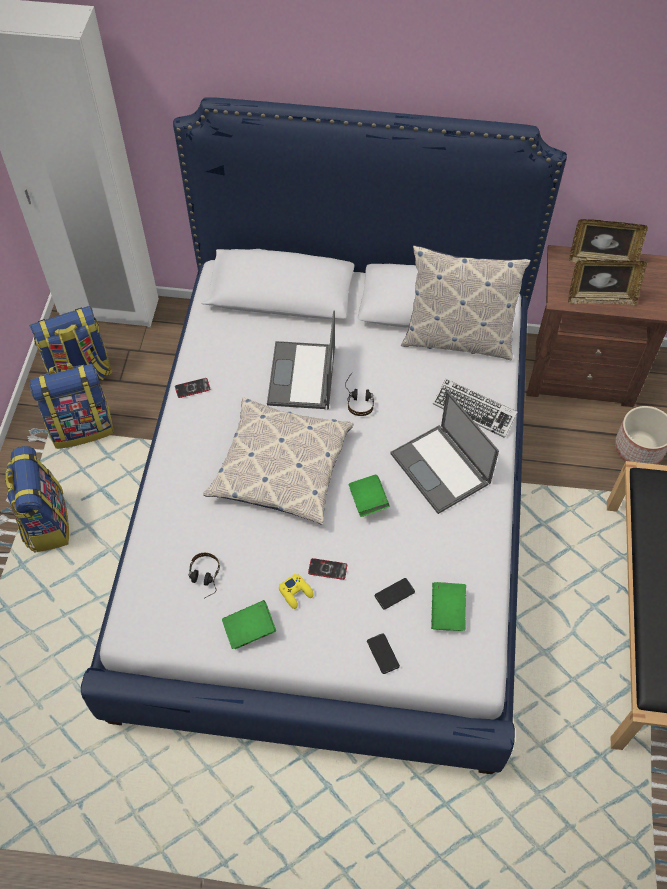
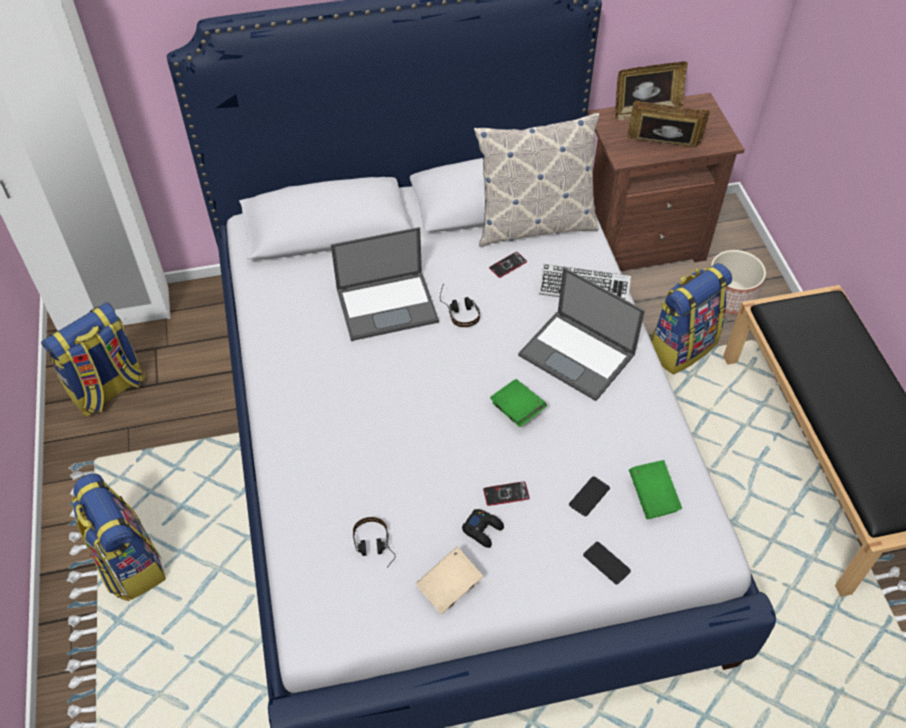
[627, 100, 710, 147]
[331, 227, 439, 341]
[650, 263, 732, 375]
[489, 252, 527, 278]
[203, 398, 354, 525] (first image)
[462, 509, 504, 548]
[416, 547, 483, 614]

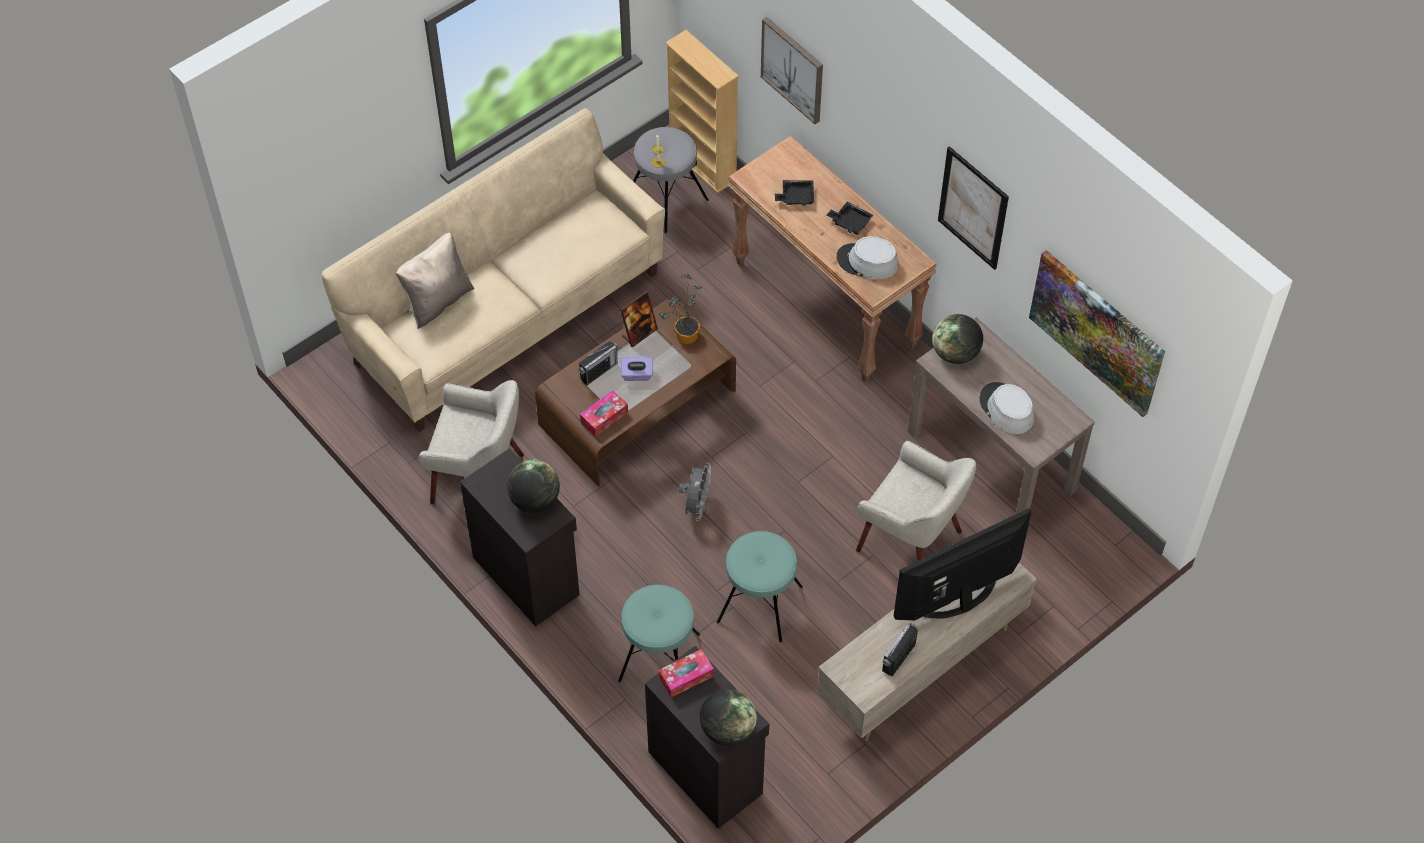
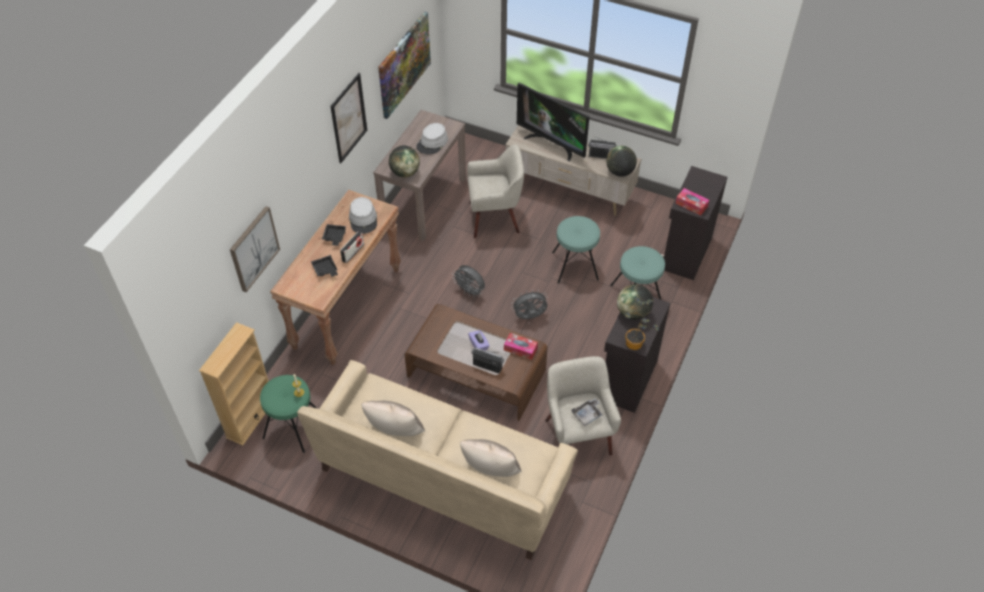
[260, 375, 317, 453]
[625, 298, 660, 350]
[620, 291, 658, 348] (first image)
[467, 144, 524, 238]
[606, 146, 637, 177]
[340, 231, 364, 263]
[452, 265, 485, 298]
[572, 398, 603, 426]
[361, 401, 425, 436]

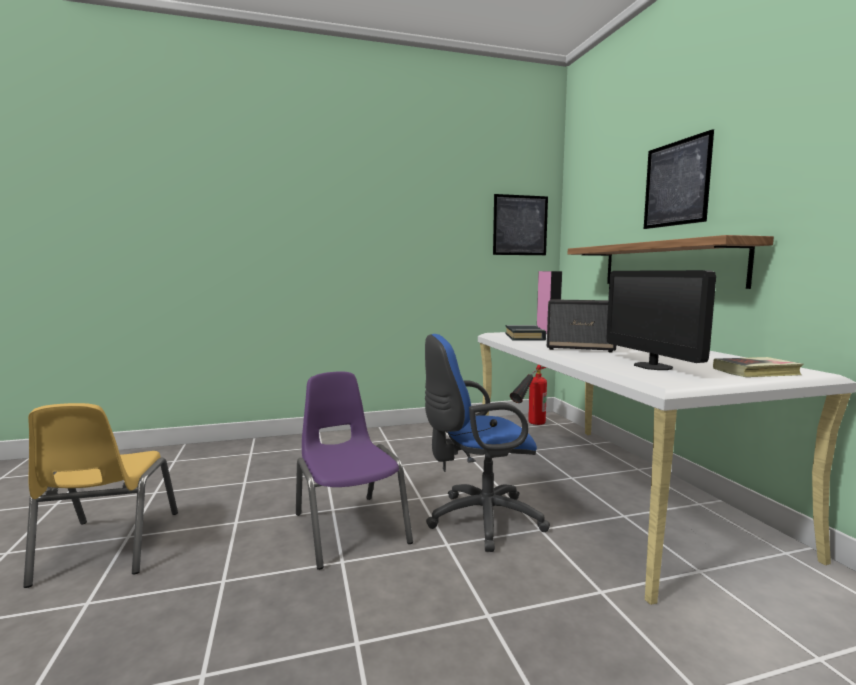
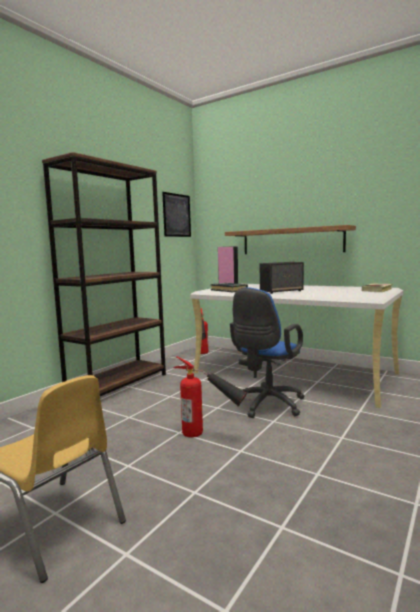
[644, 129, 714, 229] (first image)
[607, 270, 716, 370] (first image)
[174, 356, 247, 438]
[42, 152, 166, 396]

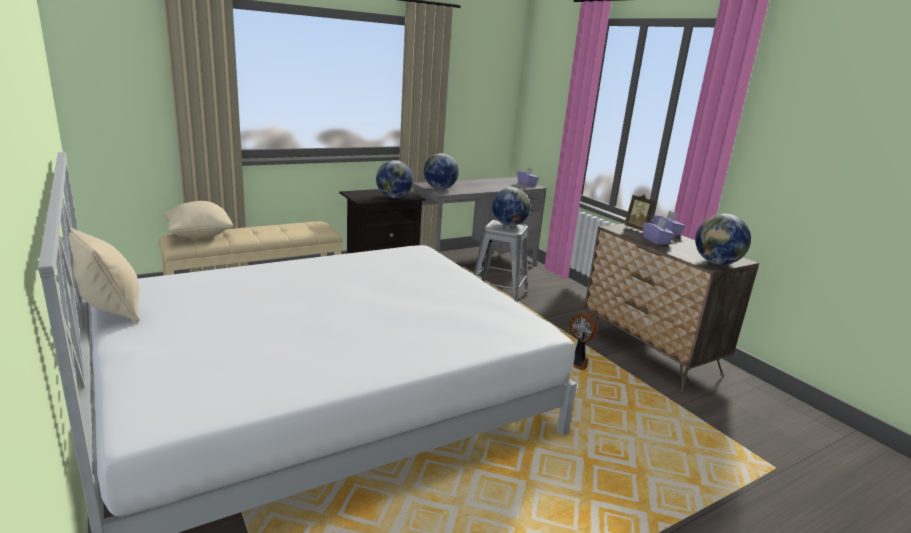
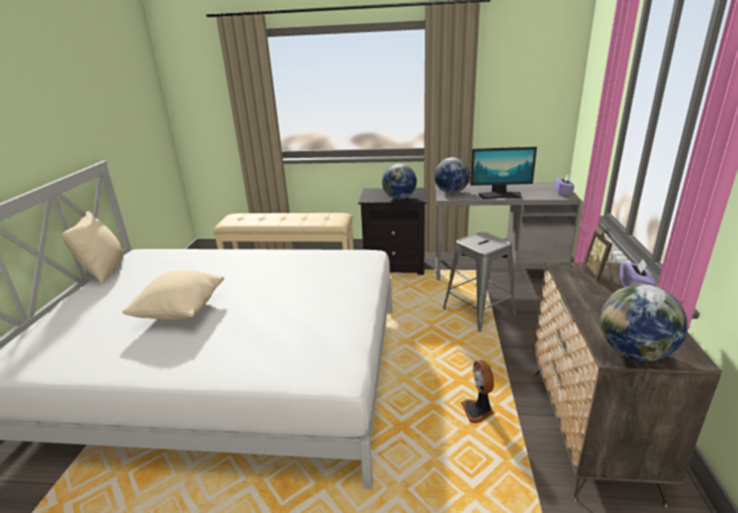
[492, 187, 530, 226] (first image)
[122, 270, 224, 320]
[643, 218, 675, 245] (first image)
[470, 147, 537, 199]

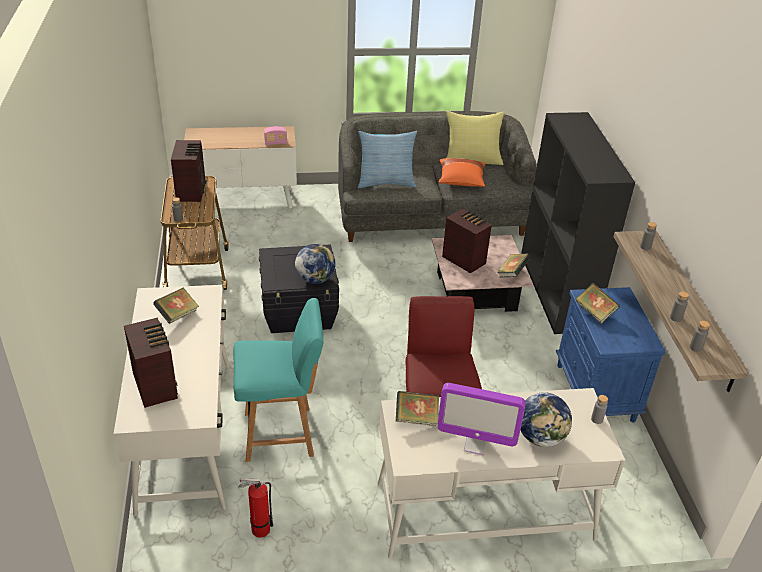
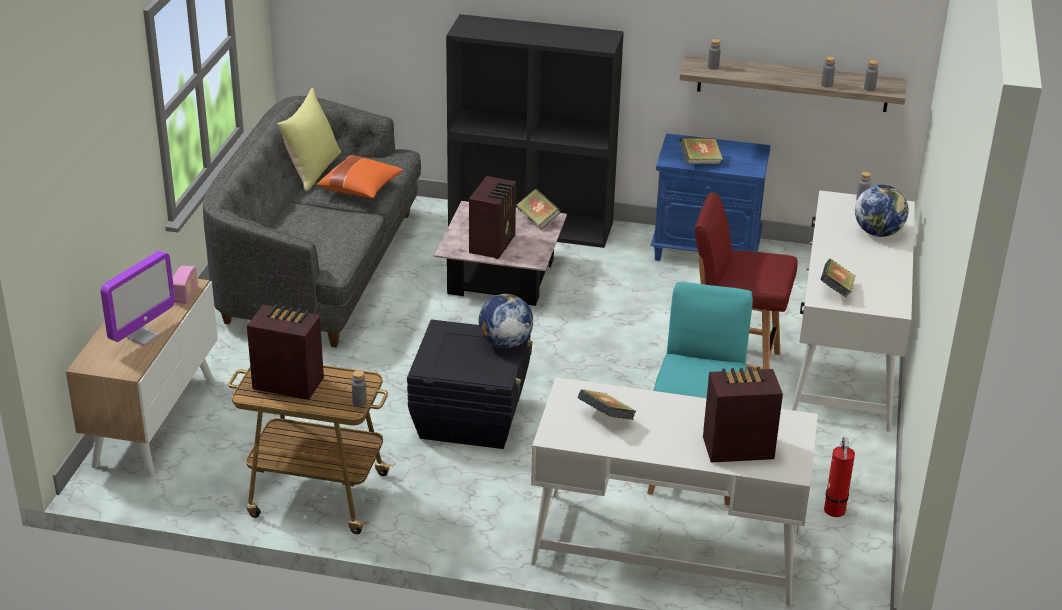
[358, 131, 417, 188] (first image)
[469, 176, 516, 259]
[101, 251, 175, 345]

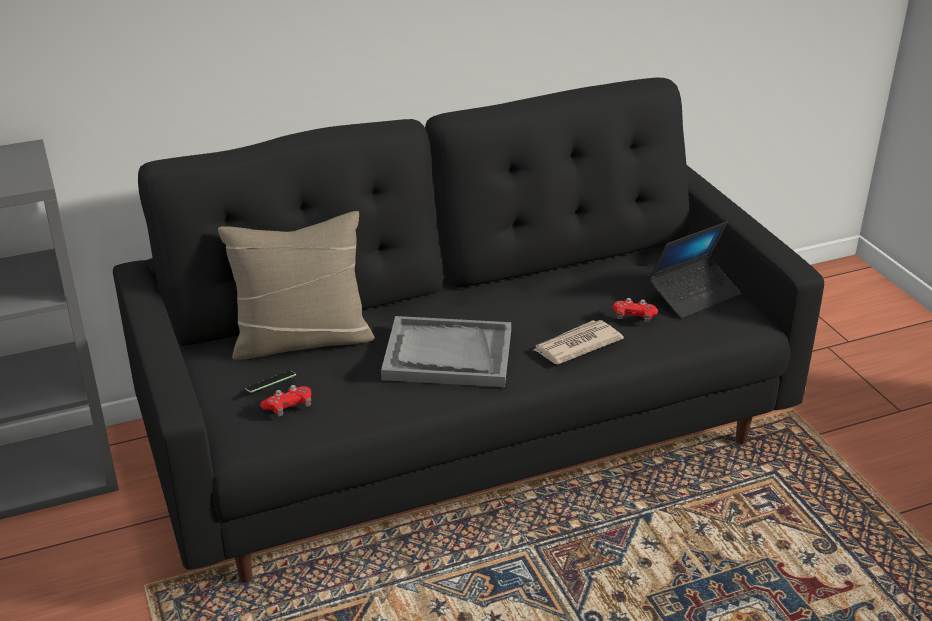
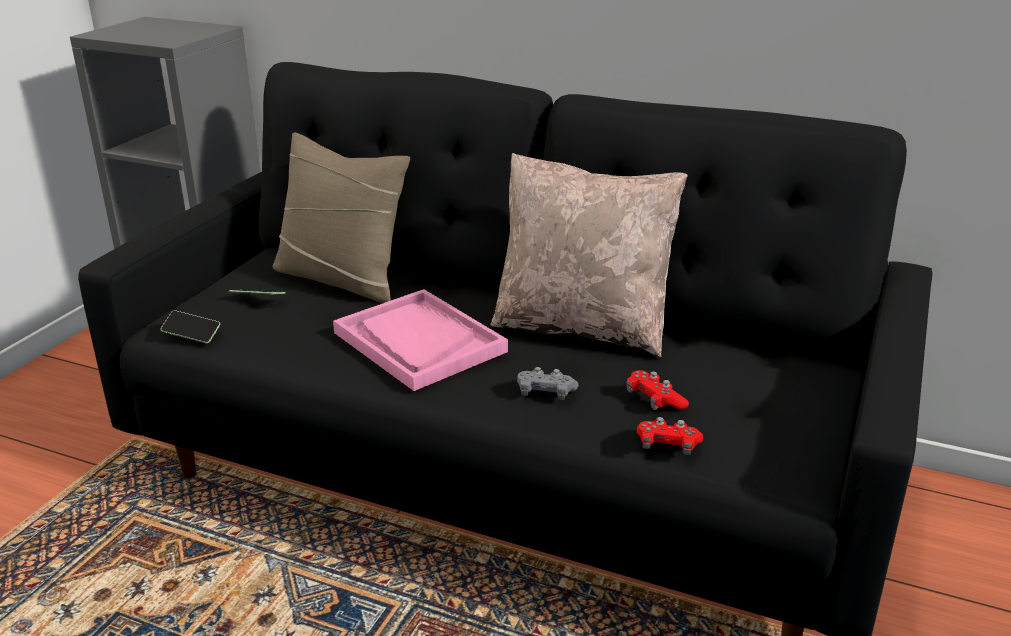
[649, 222, 741, 319] (first image)
[333, 289, 508, 391]
[517, 367, 578, 400]
[637, 417, 703, 455]
[490, 153, 688, 357]
[160, 310, 220, 343]

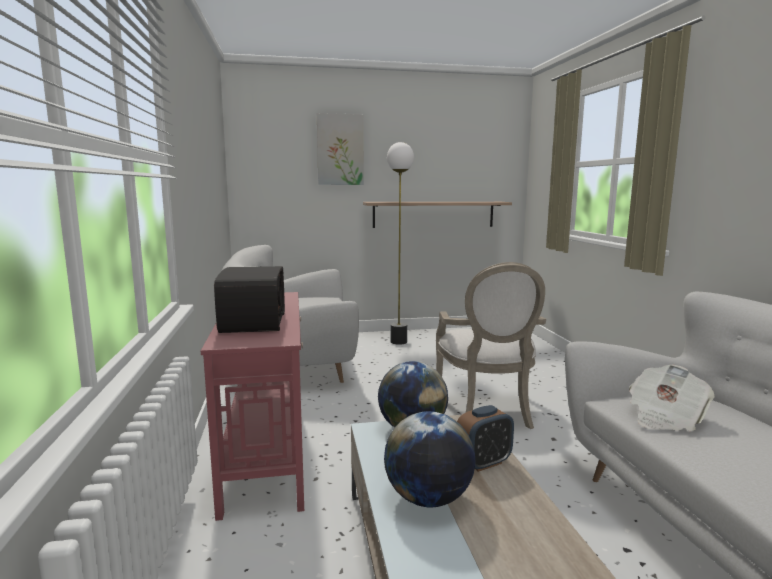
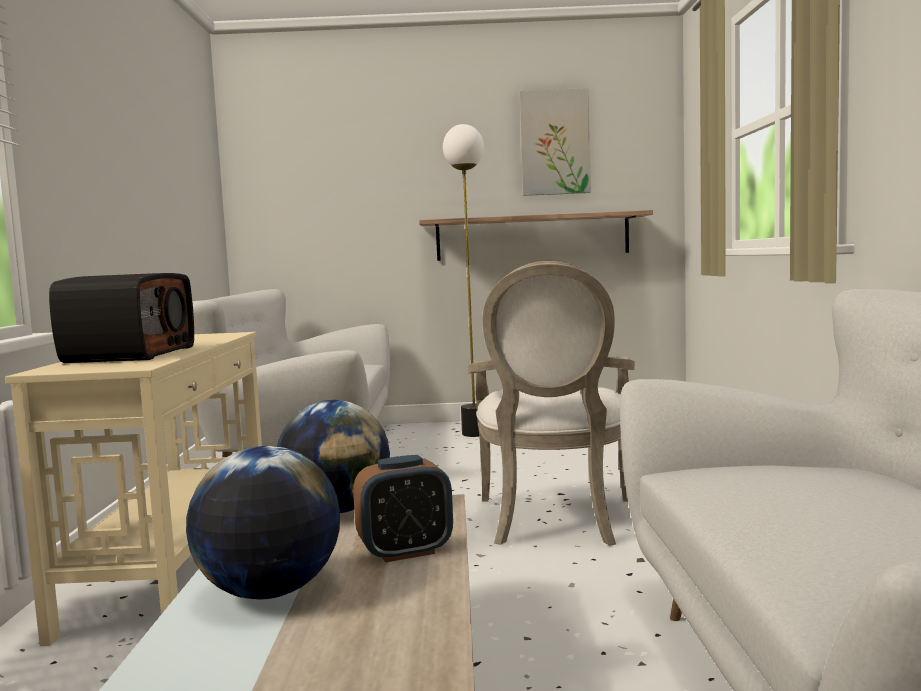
[519, 88, 591, 196]
[5, 332, 262, 646]
[629, 365, 715, 431] (first image)

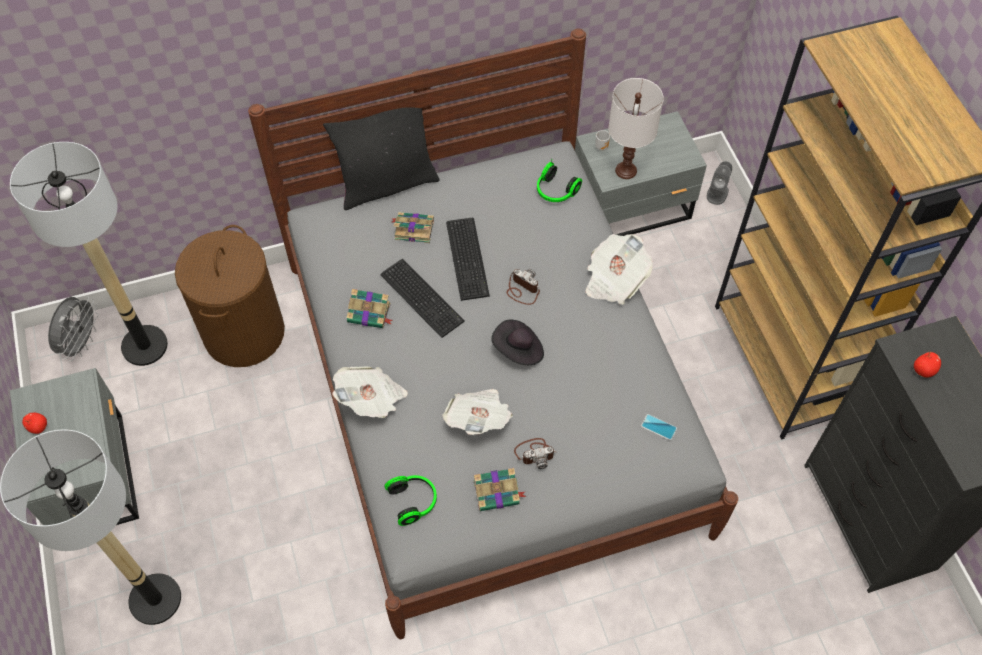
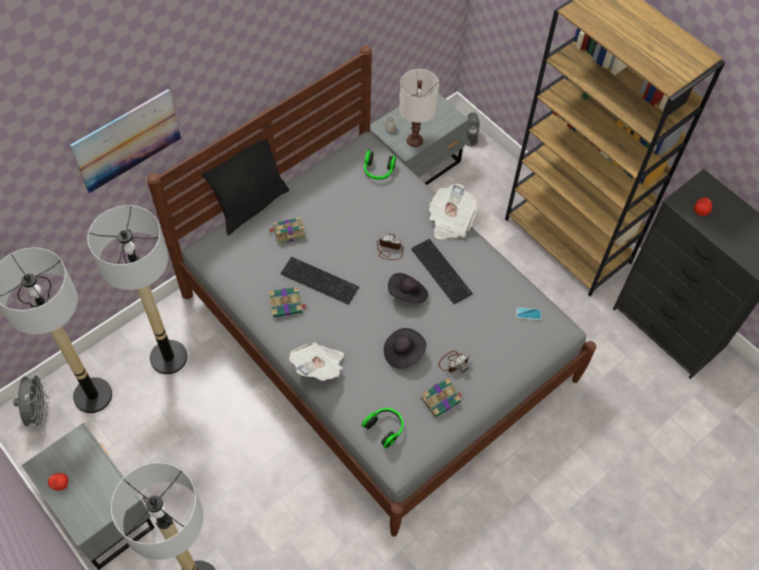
[411, 239, 473, 304]
[87, 205, 187, 374]
[384, 328, 426, 369]
[70, 89, 181, 193]

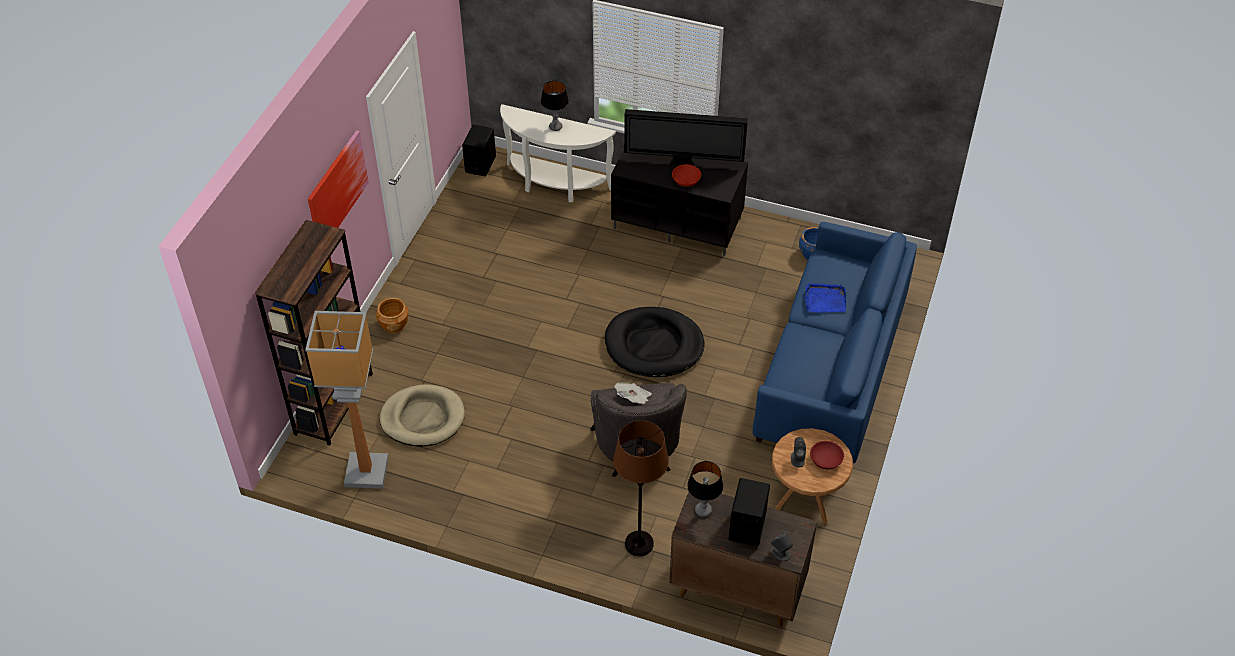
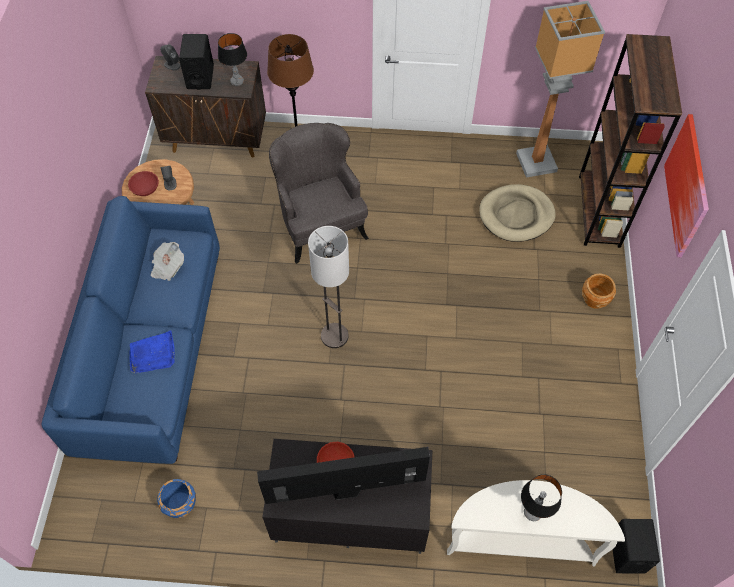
[308, 226, 349, 348]
[151, 242, 184, 281]

